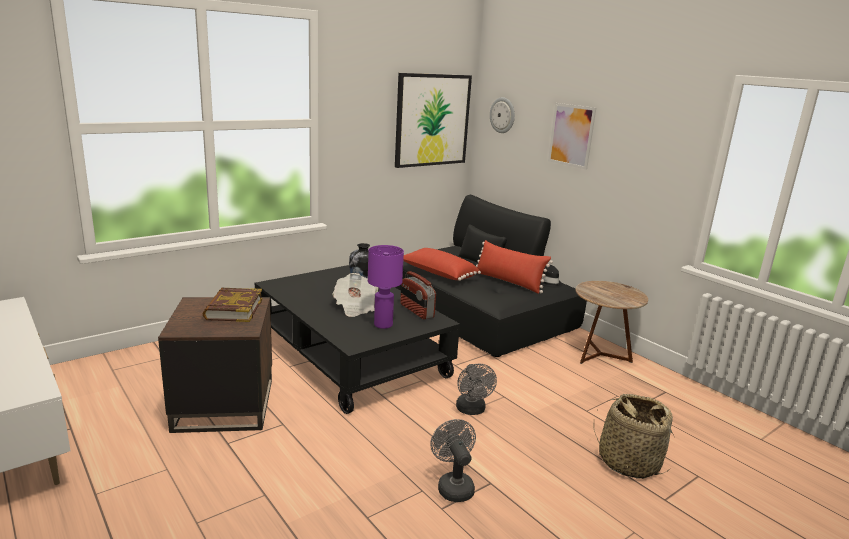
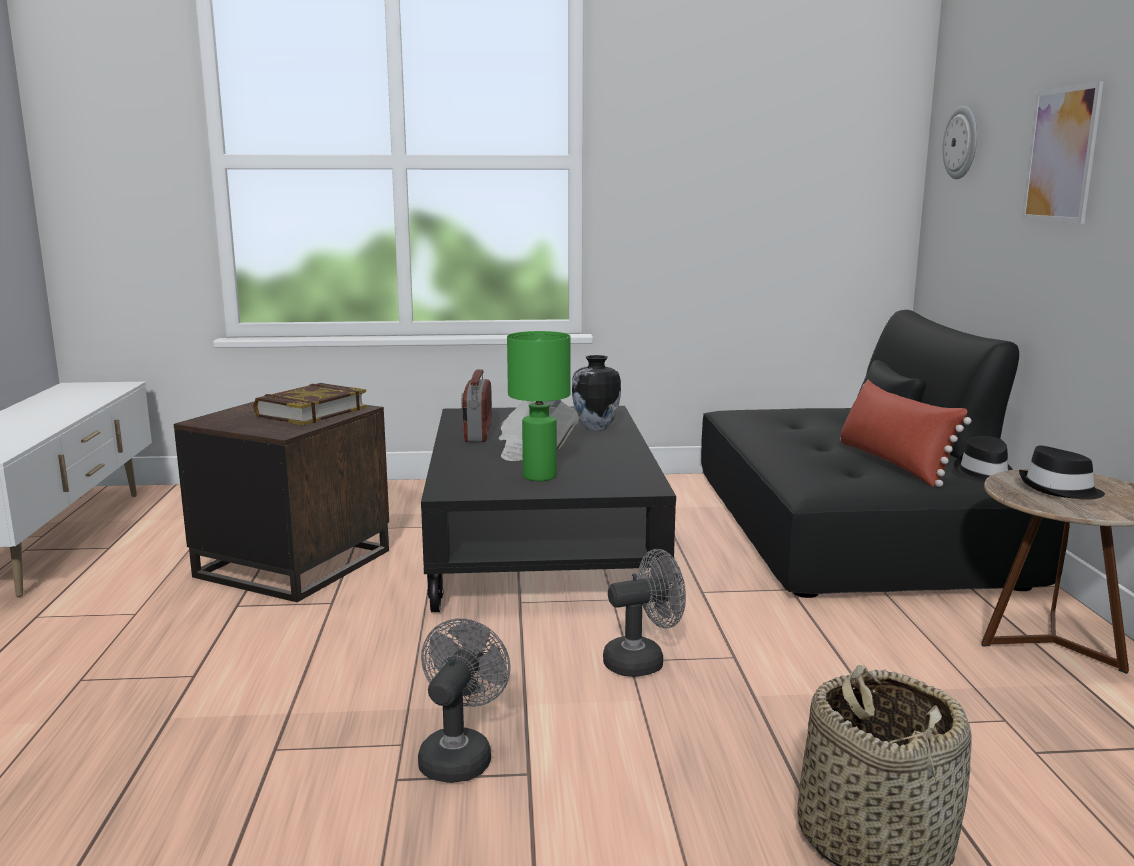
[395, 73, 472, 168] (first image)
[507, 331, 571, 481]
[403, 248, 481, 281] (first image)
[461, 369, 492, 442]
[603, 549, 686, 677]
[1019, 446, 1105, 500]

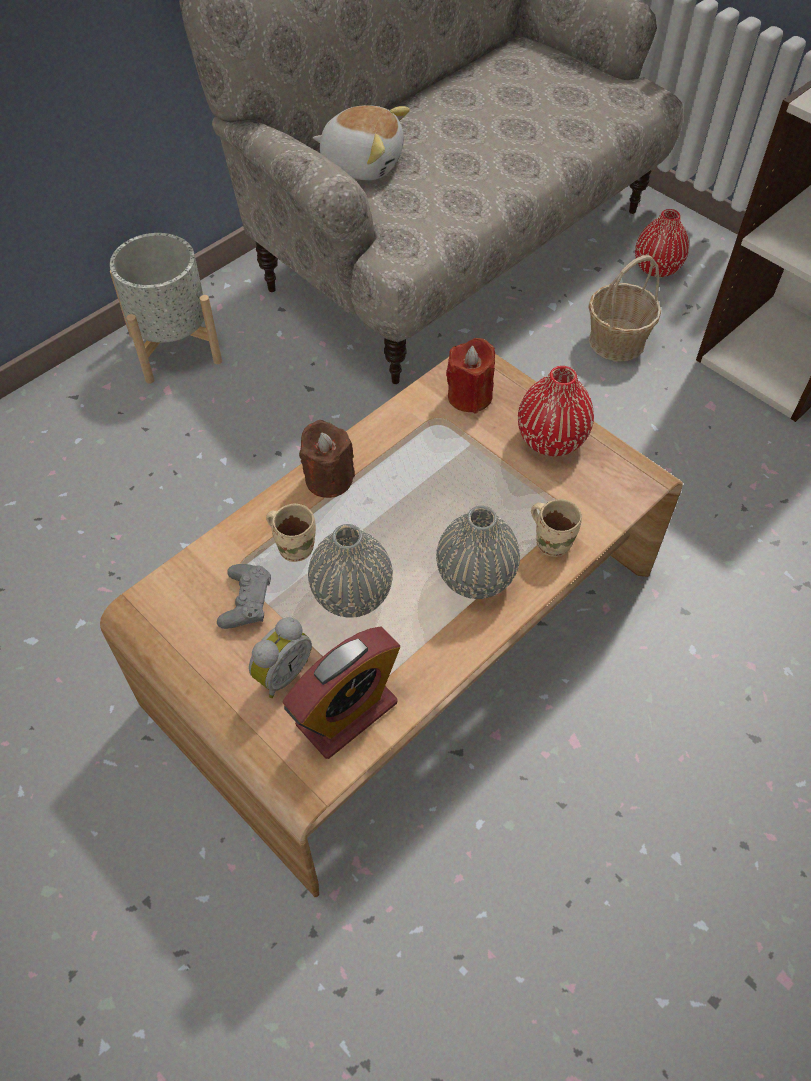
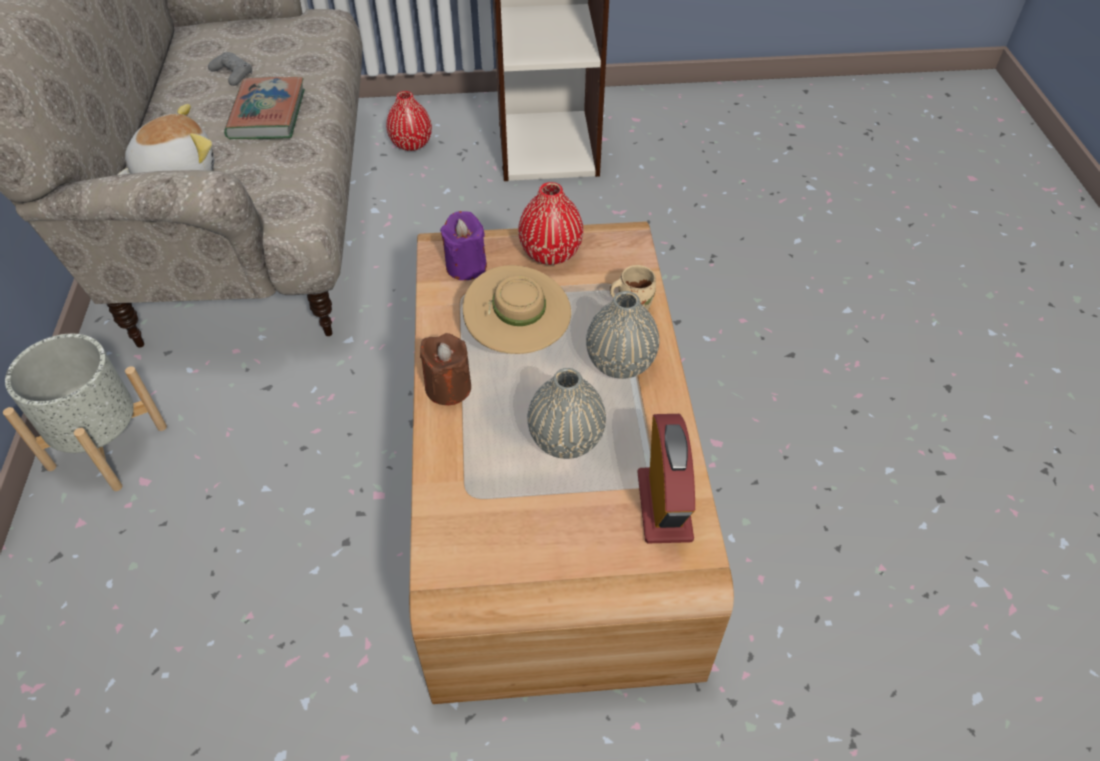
[588, 255, 661, 362] (first image)
[440, 211, 487, 280]
[266, 504, 316, 562] (first image)
[208, 52, 252, 86]
[249, 617, 312, 698] (first image)
[224, 77, 305, 139]
[463, 265, 571, 354]

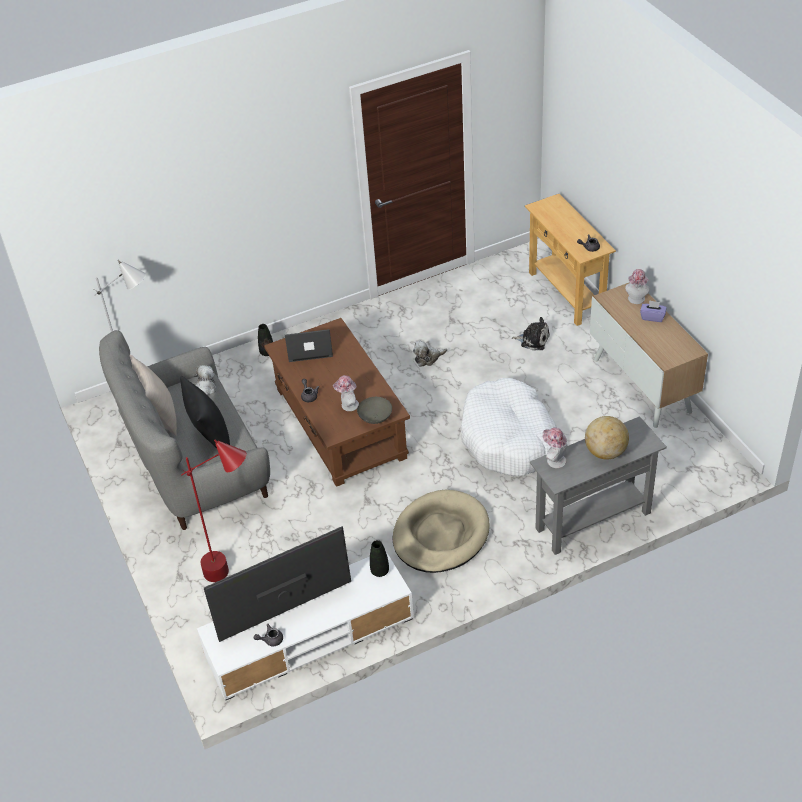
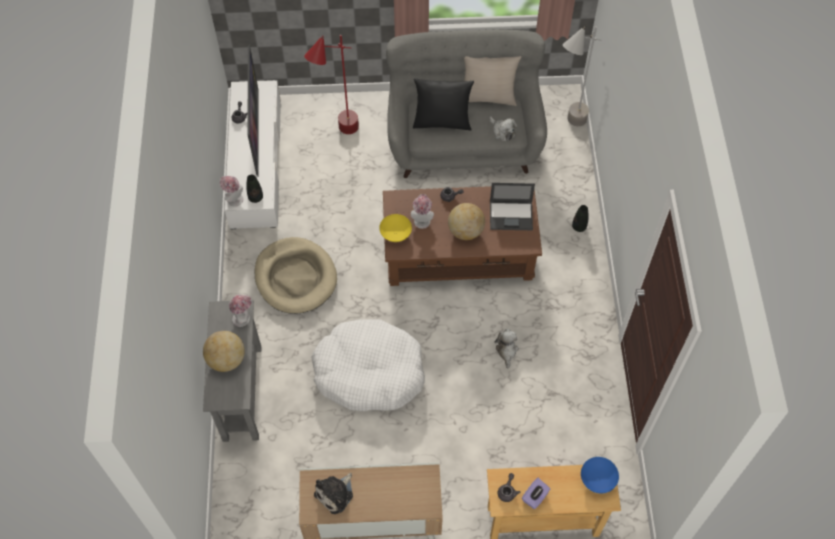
[220, 176, 243, 207]
[522, 478, 550, 509]
[314, 473, 353, 514]
[490, 183, 535, 230]
[379, 214, 412, 242]
[448, 203, 485, 240]
[581, 457, 619, 493]

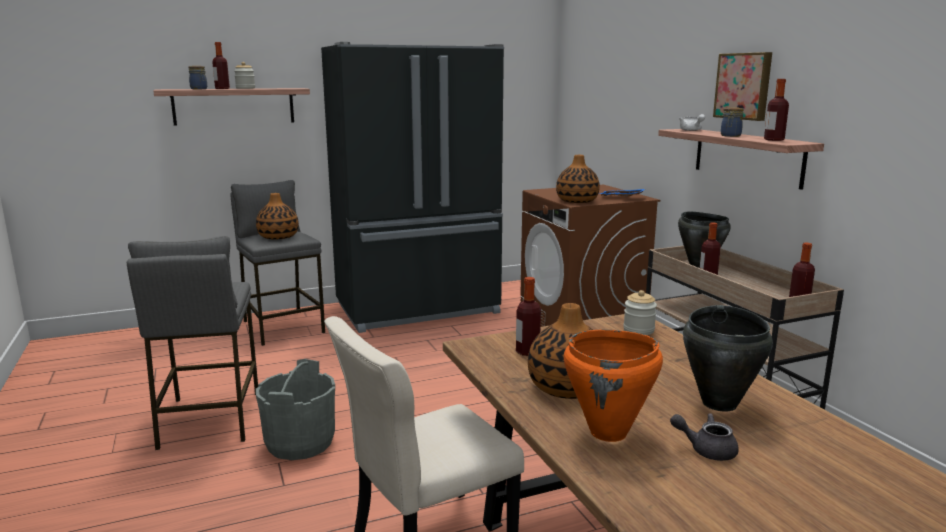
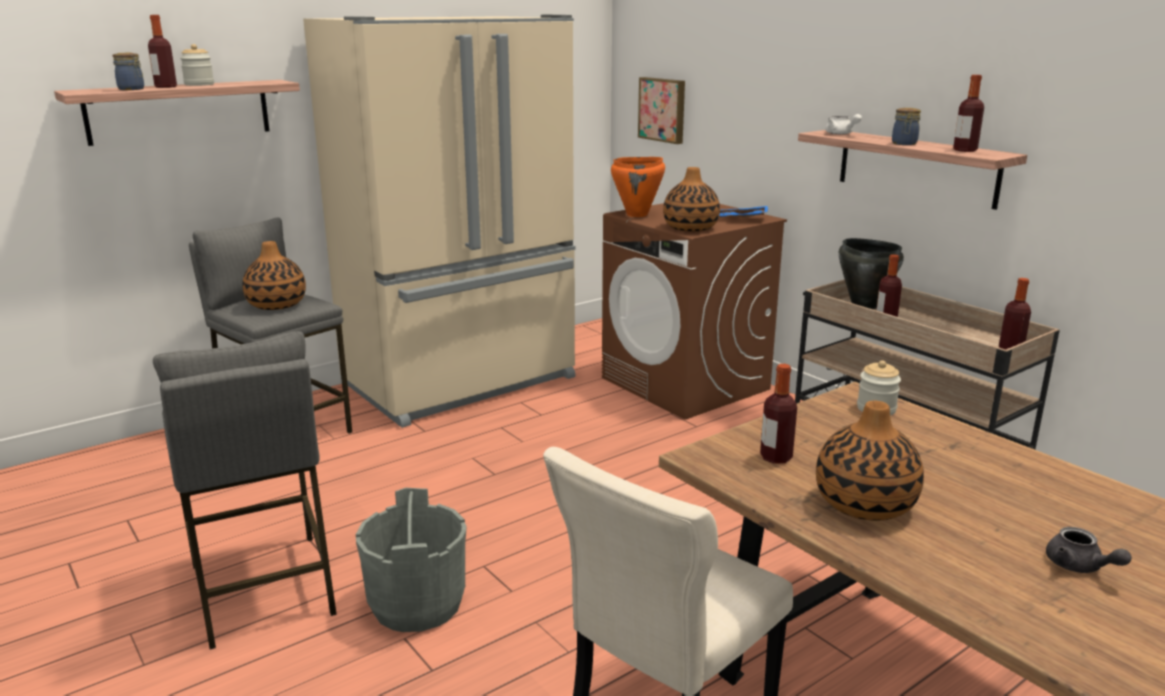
[303, 15, 576, 428]
[638, 77, 685, 144]
[683, 305, 773, 412] (first image)
[611, 157, 665, 217]
[1046, 527, 1132, 573]

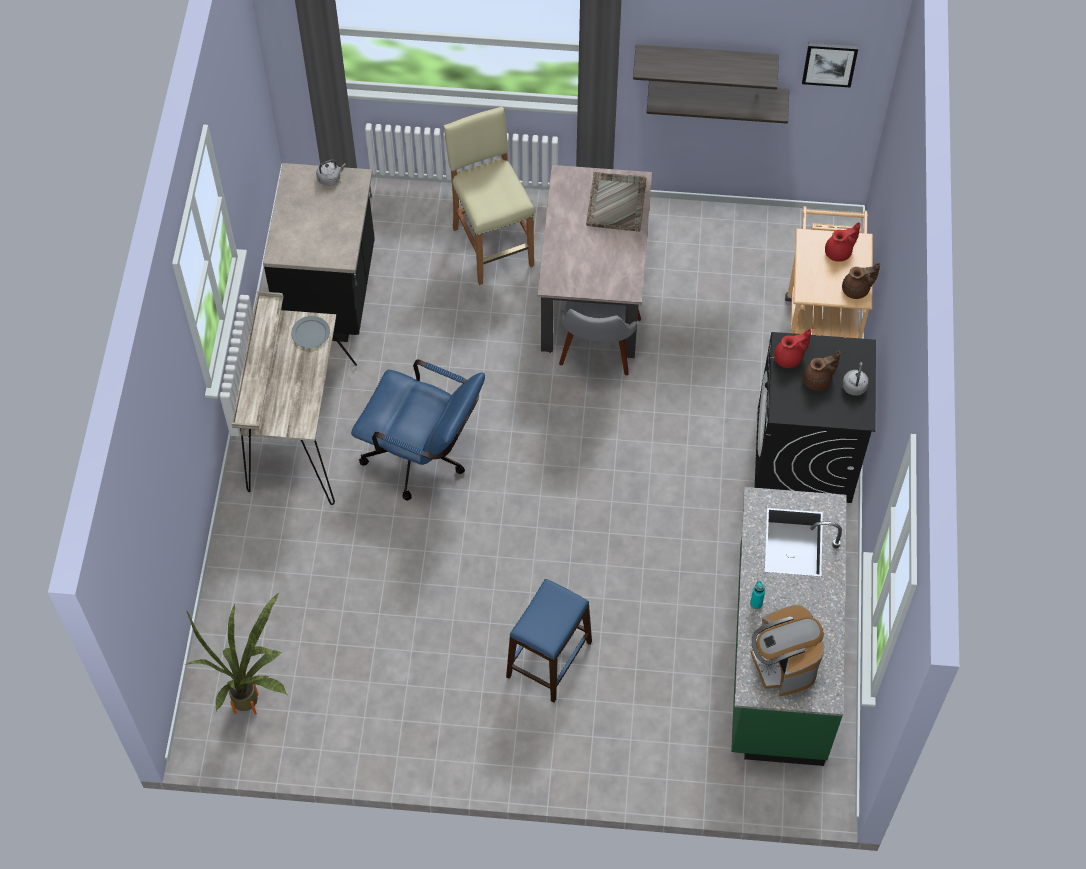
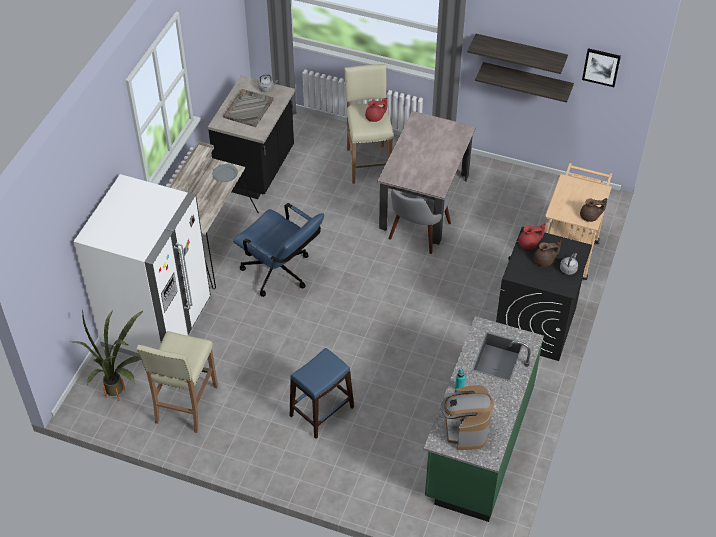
[223, 89, 273, 127]
[365, 98, 388, 122]
[74, 174, 211, 357]
[137, 331, 218, 433]

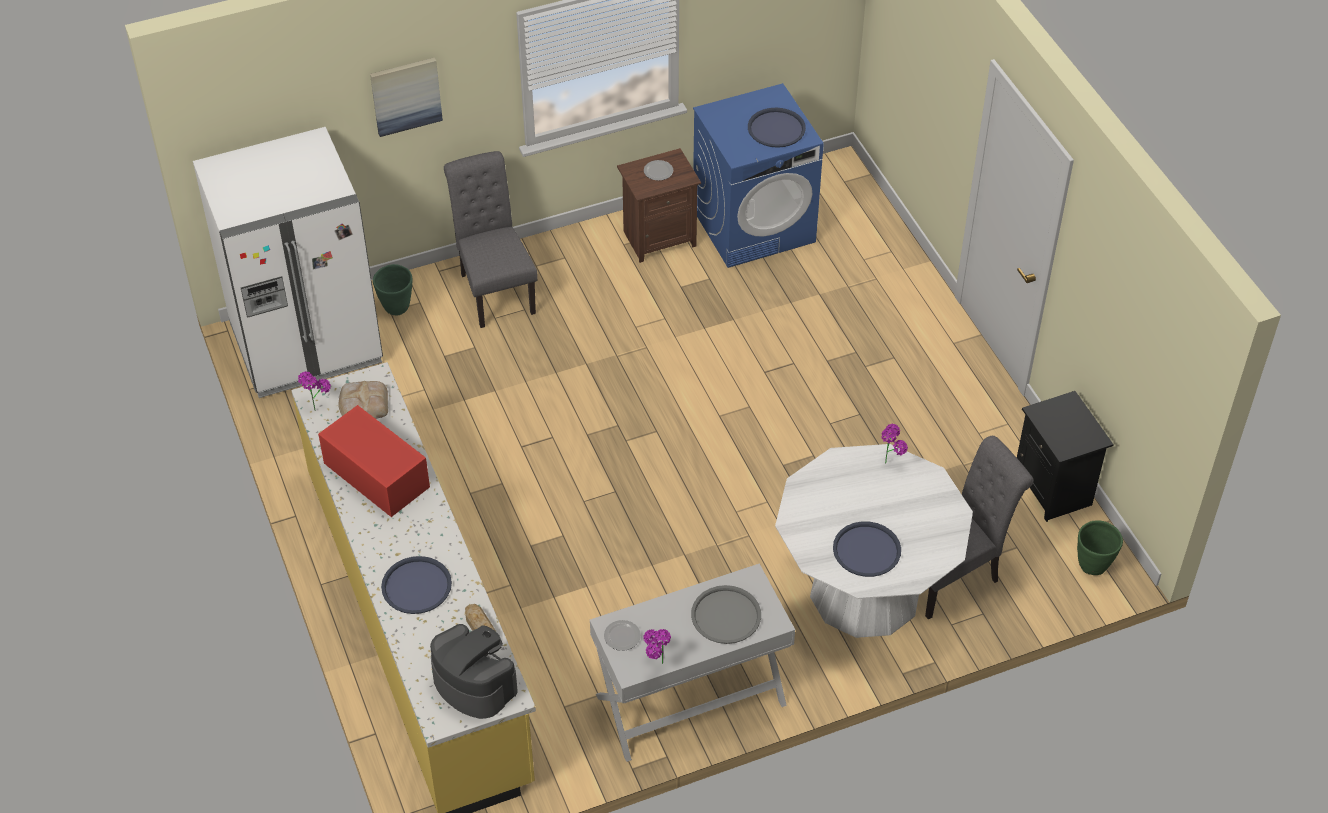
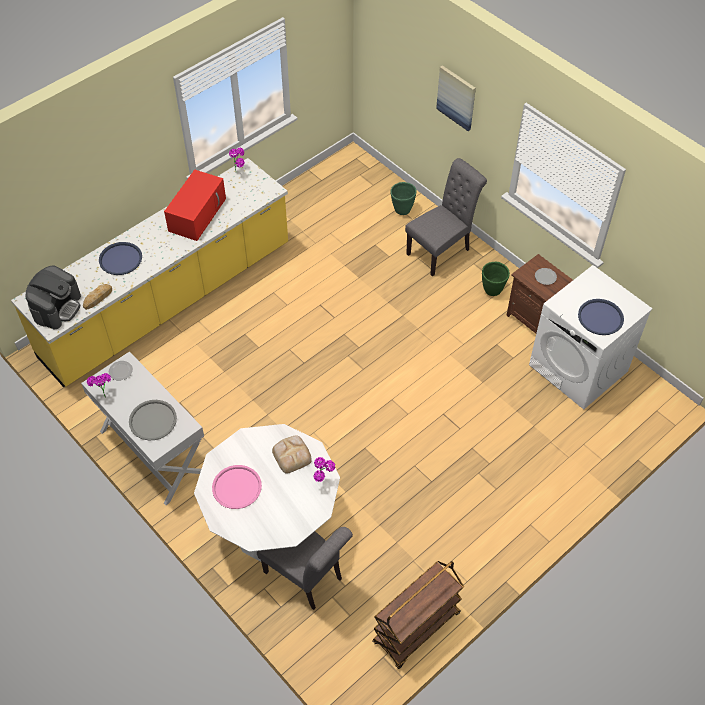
[529, 265, 653, 410]
[193, 127, 383, 398] (first image)
[272, 436, 312, 474]
[372, 561, 464, 669]
[482, 262, 510, 296]
[212, 465, 262, 509]

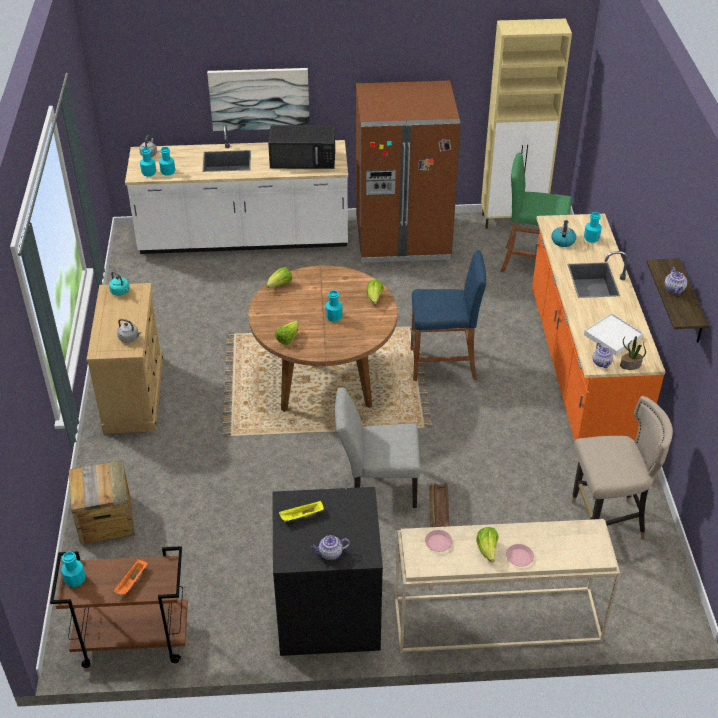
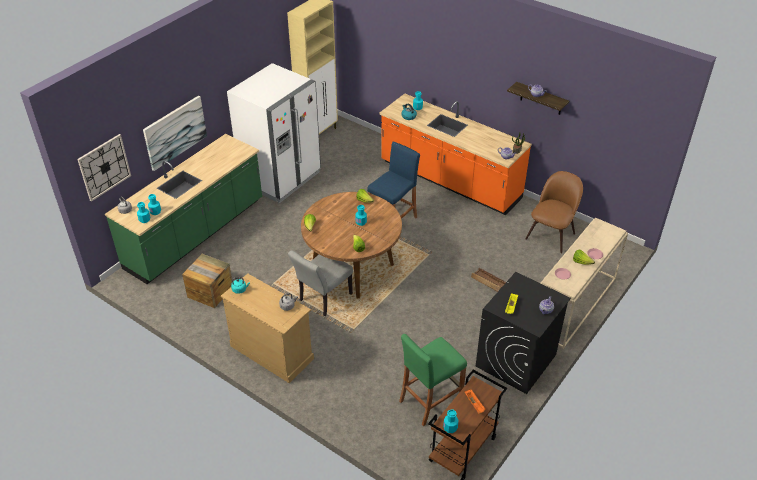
[227, 63, 321, 203]
[105, 134, 262, 284]
[268, 125, 335, 169] (first image)
[399, 334, 467, 426]
[584, 313, 643, 356] (first image)
[288, 250, 353, 316]
[525, 171, 583, 253]
[182, 254, 232, 308]
[77, 134, 131, 202]

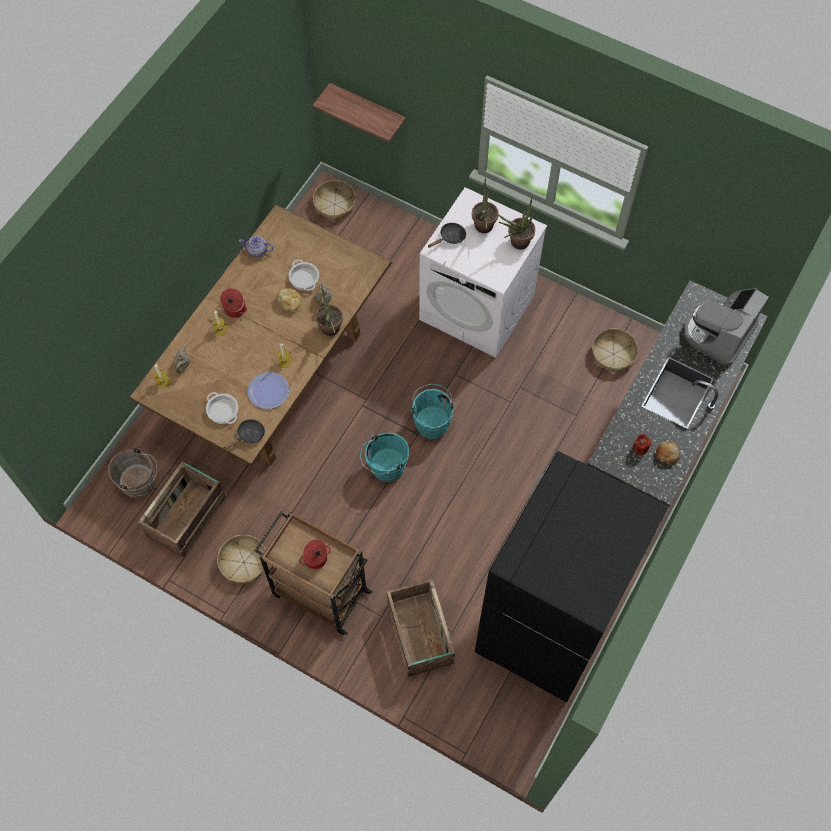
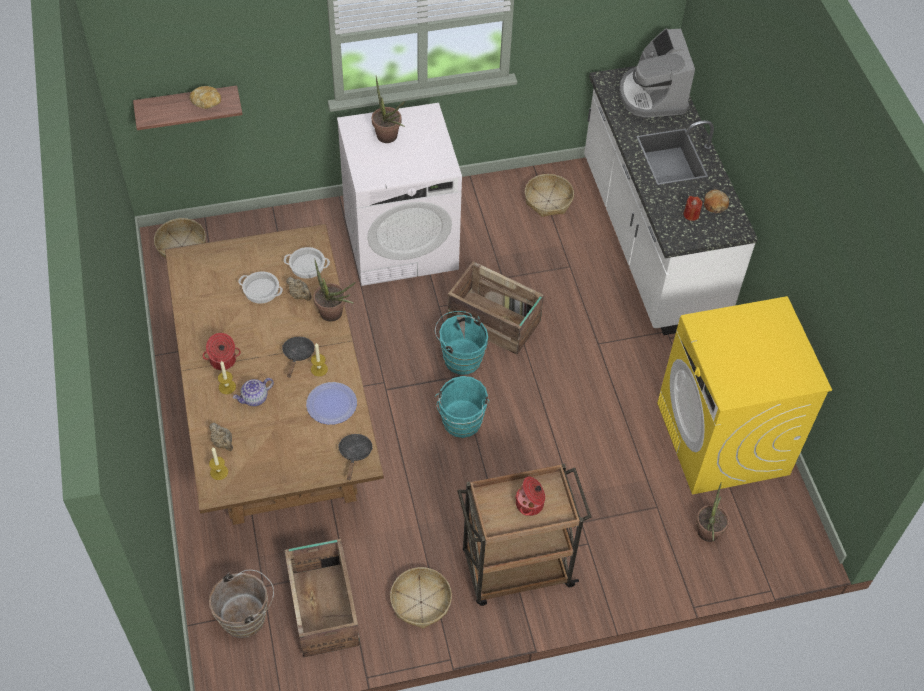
[696, 482, 729, 542]
[282, 337, 315, 377]
[233, 378, 274, 406]
[190, 86, 221, 109]
[284, 247, 330, 279]
[657, 296, 832, 494]
[447, 261, 544, 355]

